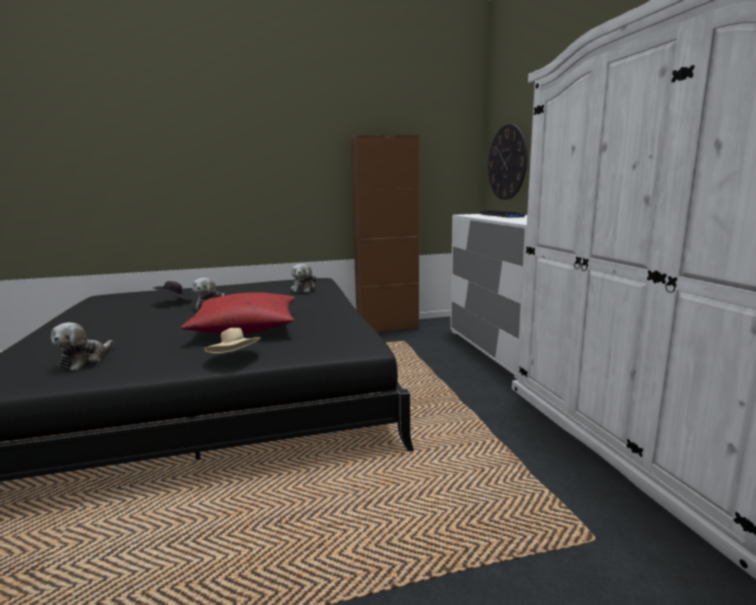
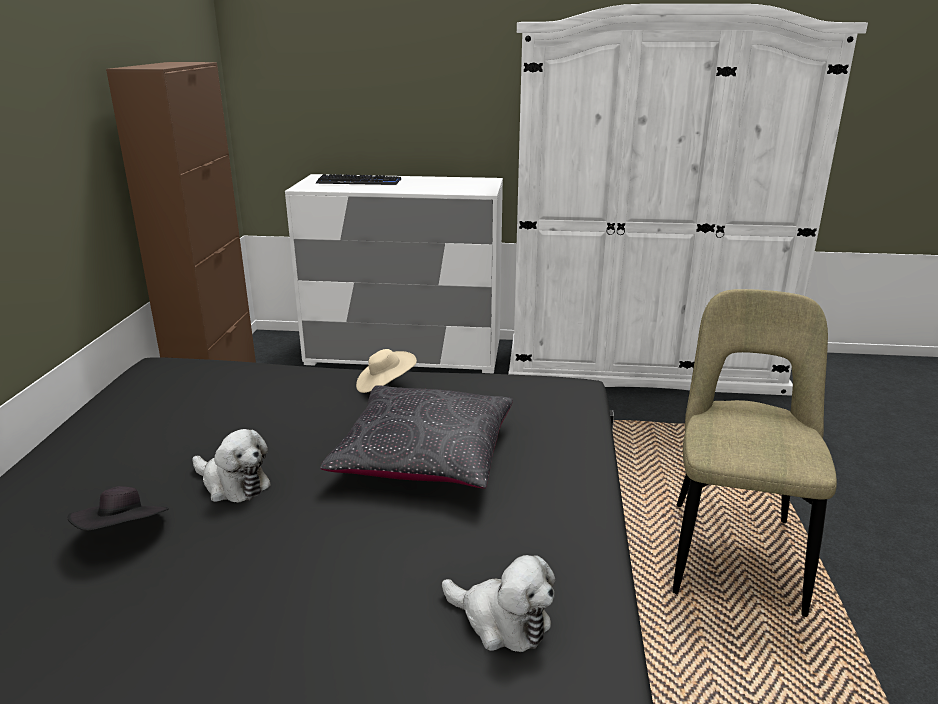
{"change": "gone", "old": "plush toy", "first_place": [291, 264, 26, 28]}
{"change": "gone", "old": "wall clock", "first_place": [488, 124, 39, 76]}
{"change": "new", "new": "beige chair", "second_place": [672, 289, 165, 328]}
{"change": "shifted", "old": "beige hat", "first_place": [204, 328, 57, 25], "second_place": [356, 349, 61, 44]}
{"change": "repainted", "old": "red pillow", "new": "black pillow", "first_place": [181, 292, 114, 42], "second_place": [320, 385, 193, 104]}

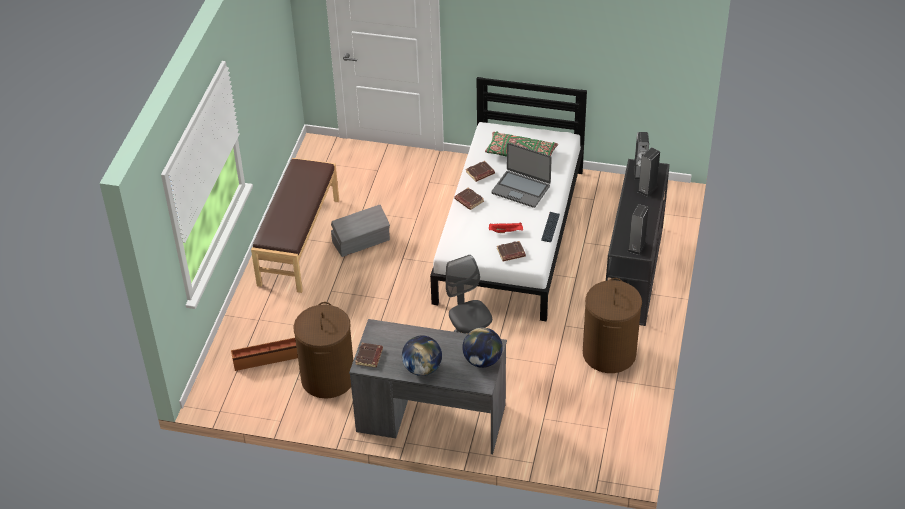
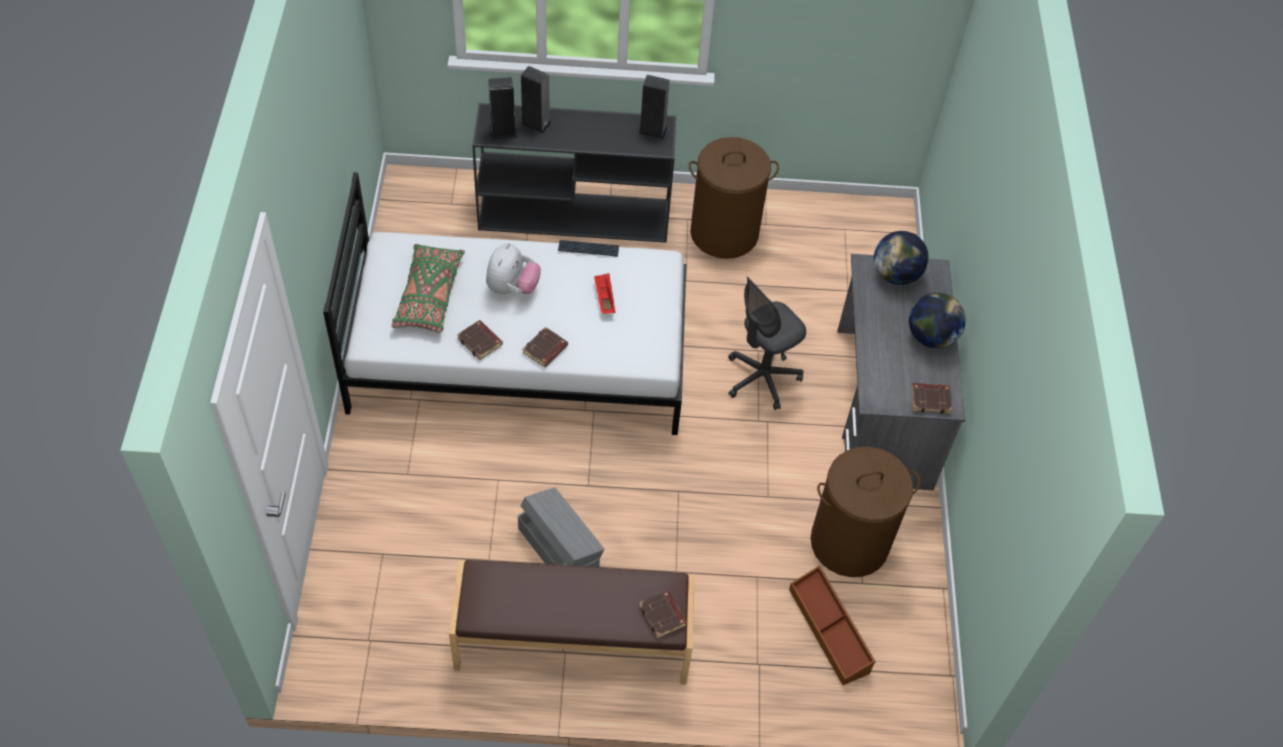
{"change": "shifted", "old": "brown book", "first_place": [497, 241, 29, 21], "second_place": [639, 590, 48, 49]}
{"change": "swapped", "old": "laptop", "new": "plush toy", "first_place": [491, 143, 61, 65], "second_place": [486, 243, 55, 51]}

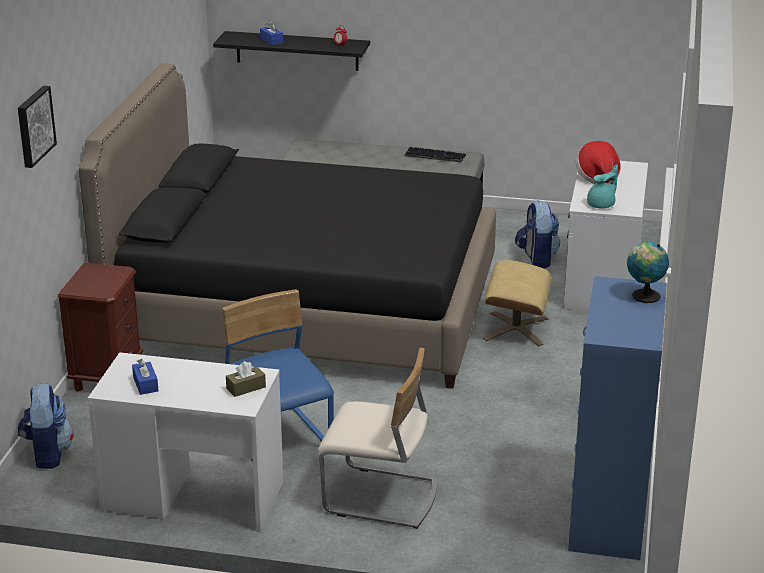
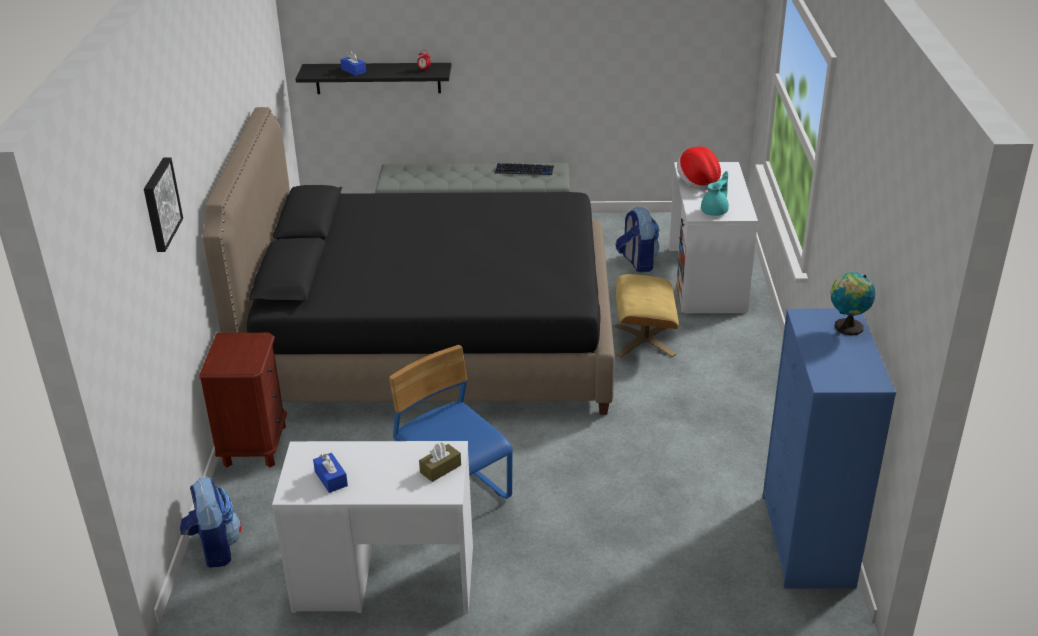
{"change": "gone", "old": "beige chair", "first_place": [317, 348, 121, 181]}

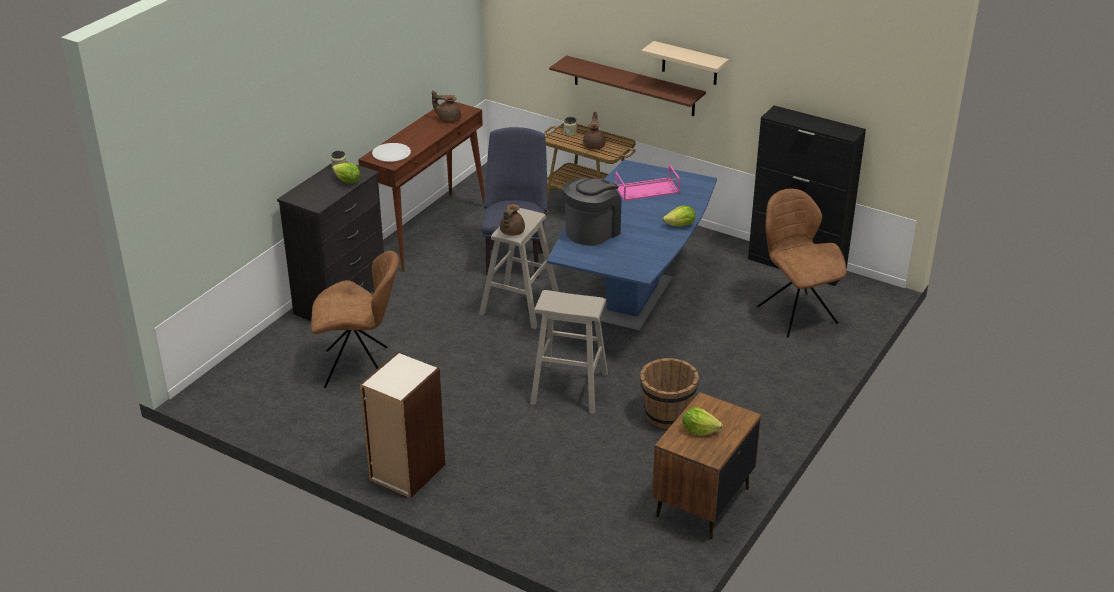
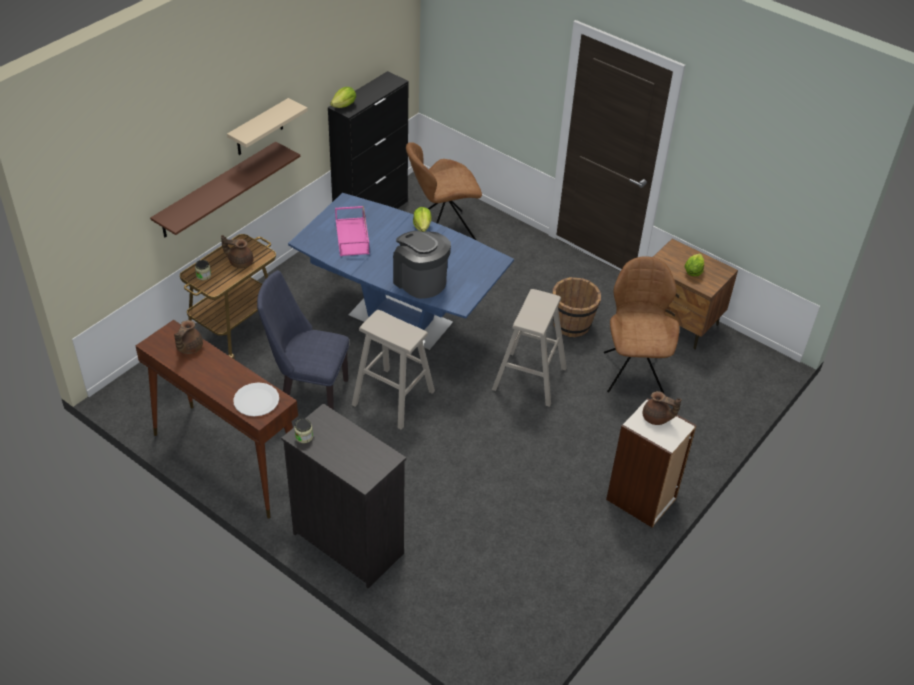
{"change": "shifted", "old": "brown chair", "first_place": [311, 251, 88, 137], "second_place": [604, 256, 75, 138]}
{"change": "shifted", "old": "lettuce", "first_place": [332, 162, 29, 22], "second_place": [330, 87, 26, 21]}
{"change": "shifted", "old": "brown teapot", "first_place": [500, 204, 25, 32], "second_place": [643, 391, 39, 34]}

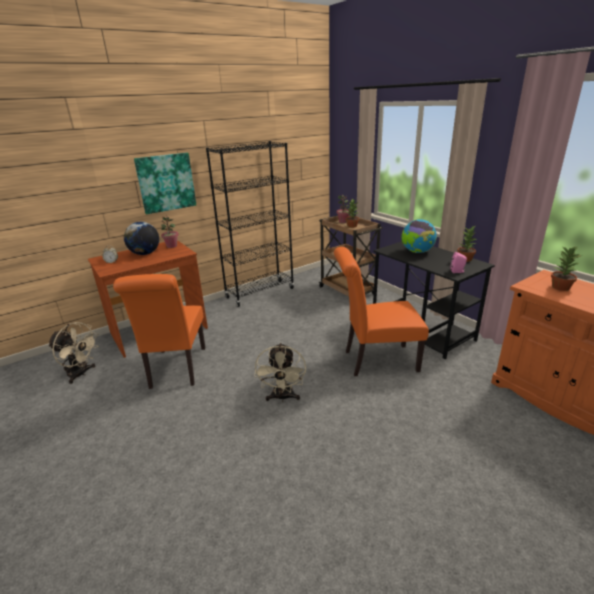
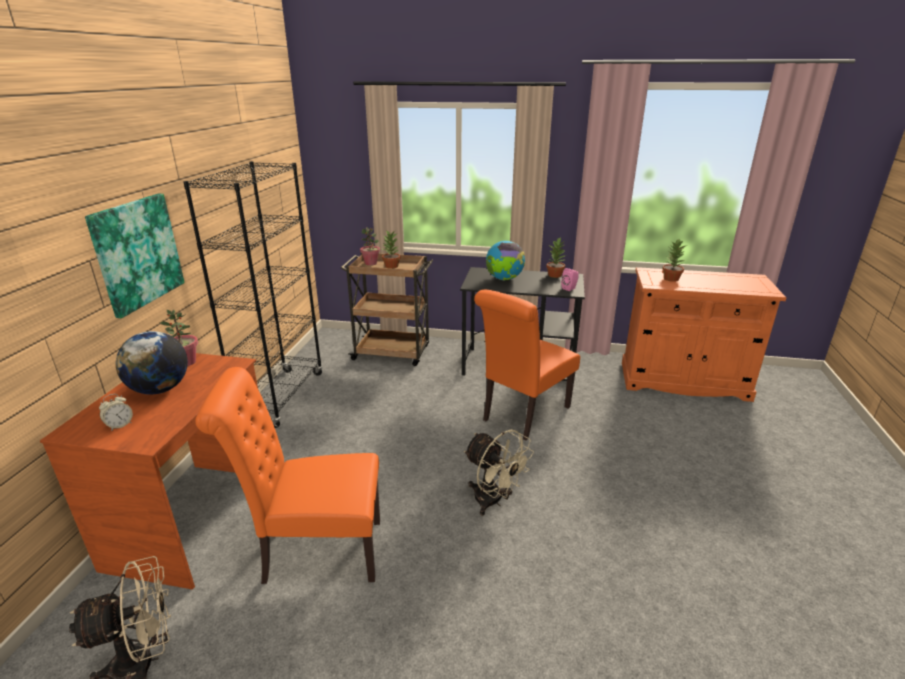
{"change": "rotated", "old": "orange chair", "first_place": [113, 274, 92, 115], "second_place": [195, 367, 185, 217], "degrees": 135}

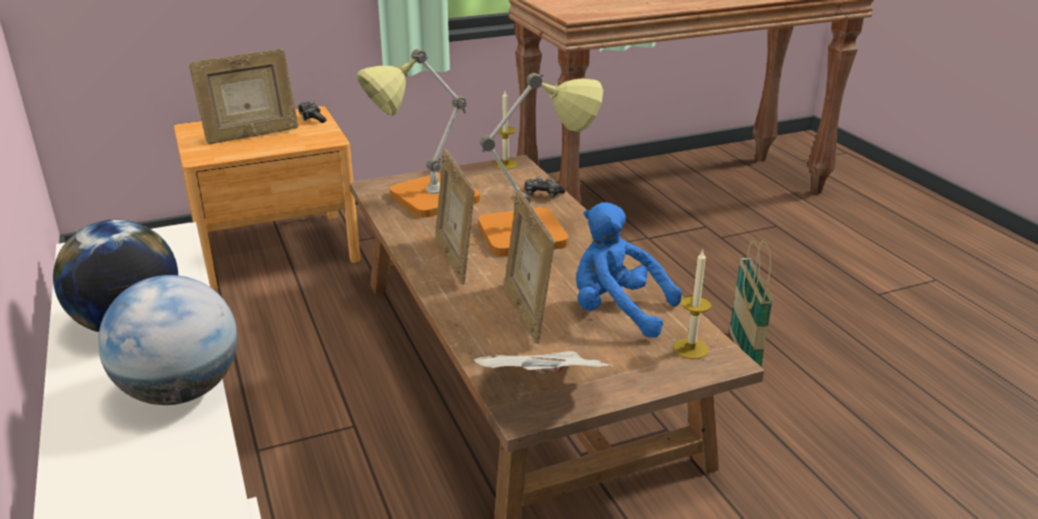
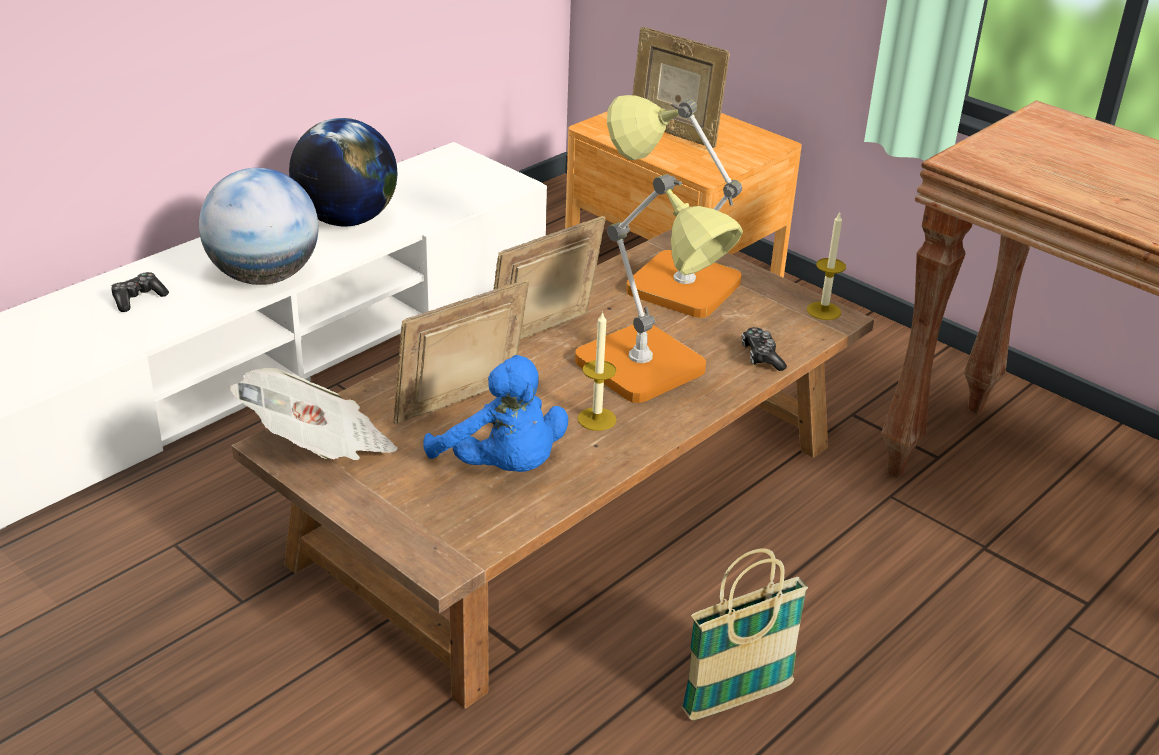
{"change": "shifted", "old": "game controller", "first_place": [298, 102, 29, 21], "second_place": [111, 272, 58, 40]}
{"change": "shifted", "old": "candle", "first_place": [673, 249, 39, 110], "second_place": [578, 311, 38, 120]}
{"change": "rotated", "old": "blue plush toy", "first_place": [576, 202, 106, 136], "second_place": [424, 355, 144, 117], "degrees": 135}

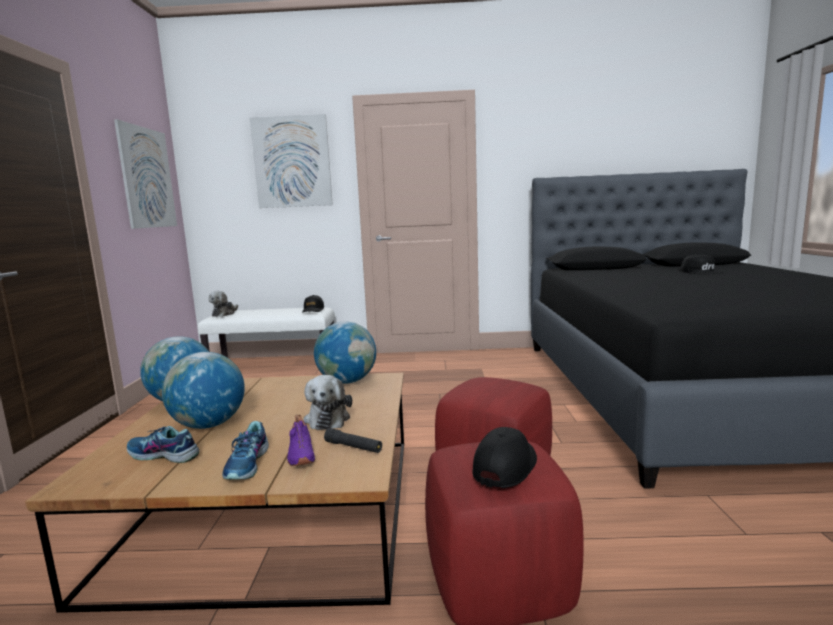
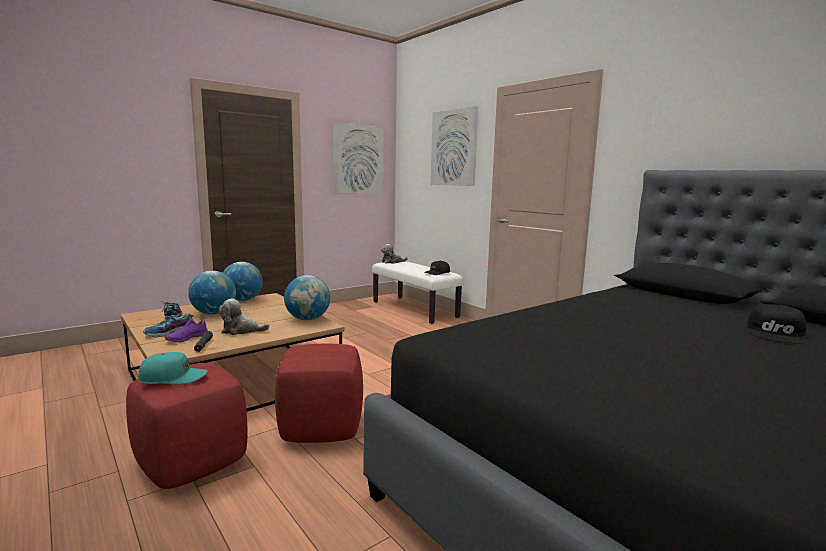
{"change": "repainted", "old": "black cap", "new": "turquoise cap", "first_place": [472, 427, 65, 61], "second_place": [139, 352, 69, 33]}
{"change": "rotated", "old": "plush toy", "first_place": [303, 375, 49, 55], "second_place": [219, 299, 51, 36], "degrees": 45}

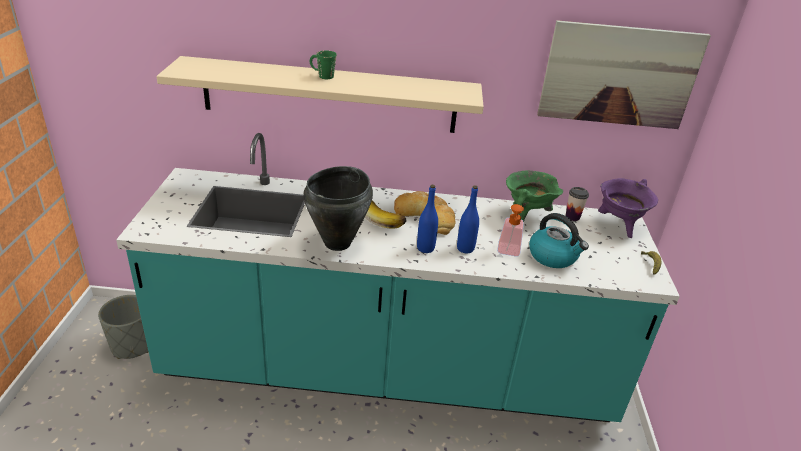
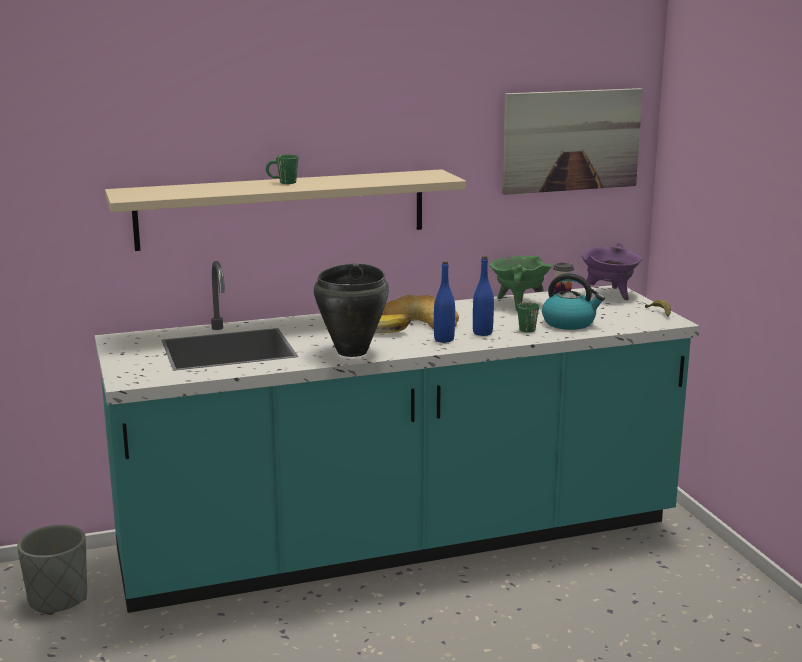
{"change": "swapped", "old": "soap dispenser", "new": "green mug", "first_place": [497, 204, 27, 53], "second_place": [517, 302, 22, 30]}

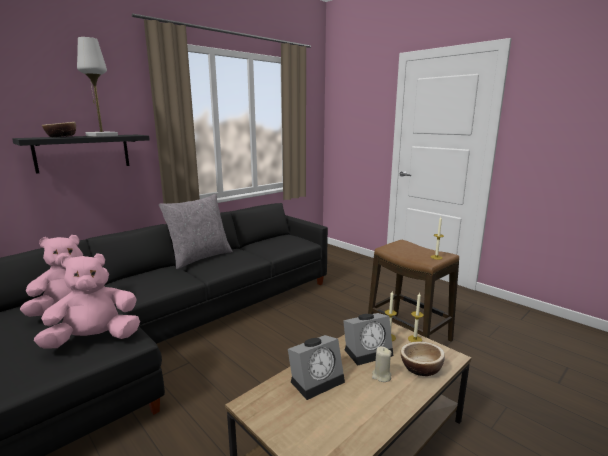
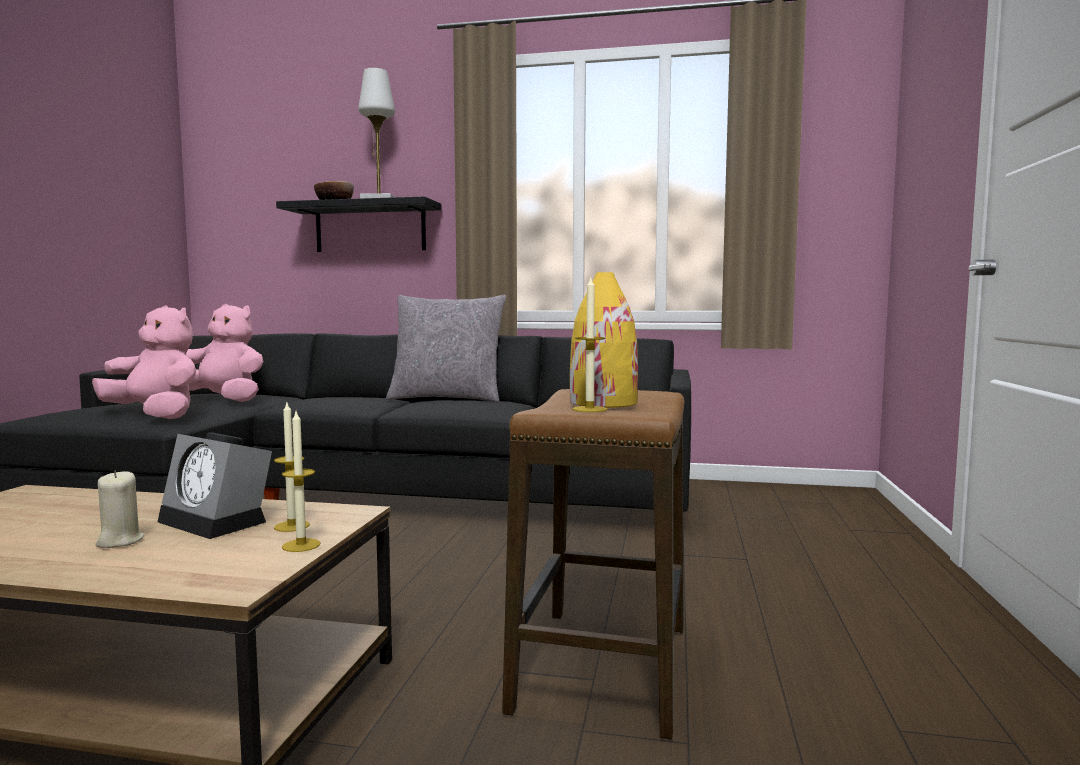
{"change": "gone", "old": "alarm clock", "first_place": [288, 335, 57, 65]}
{"change": "gone", "old": "bowl", "first_place": [401, 341, 44, 35]}
{"change": "new", "new": "yellow vase", "second_place": [570, 272, 68, 136]}

